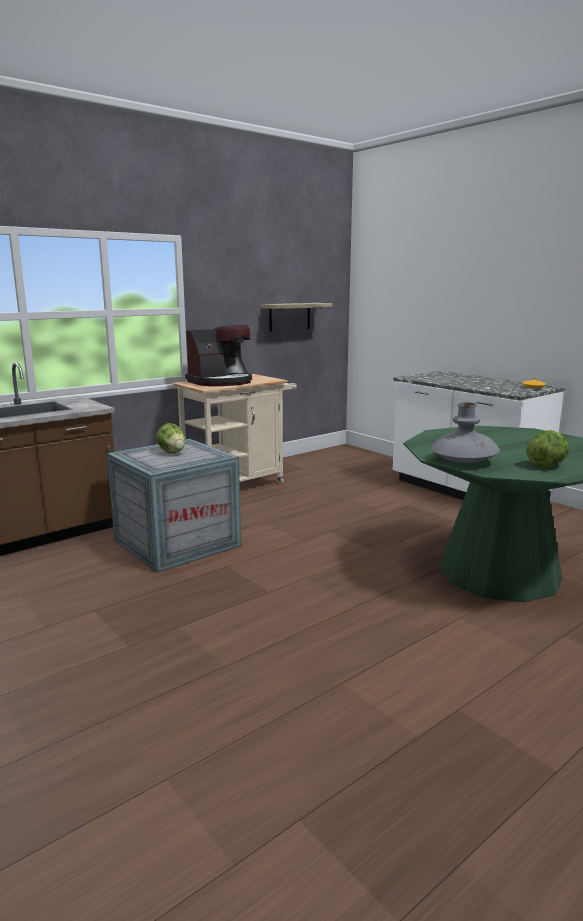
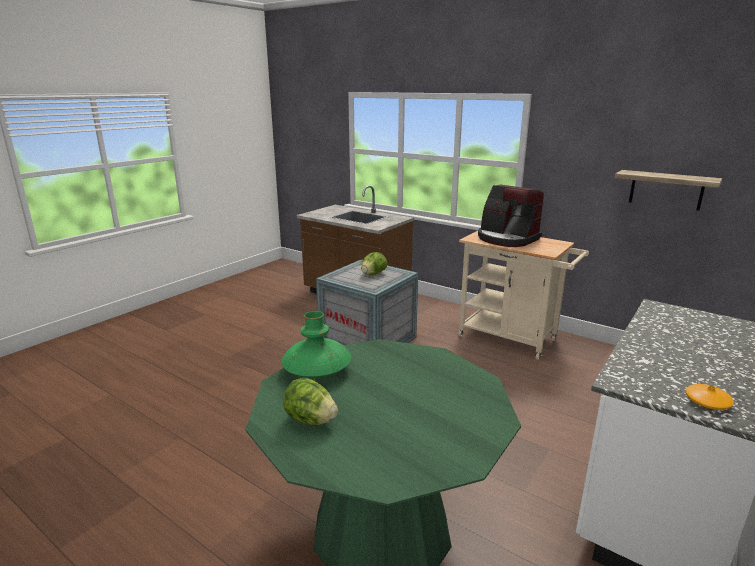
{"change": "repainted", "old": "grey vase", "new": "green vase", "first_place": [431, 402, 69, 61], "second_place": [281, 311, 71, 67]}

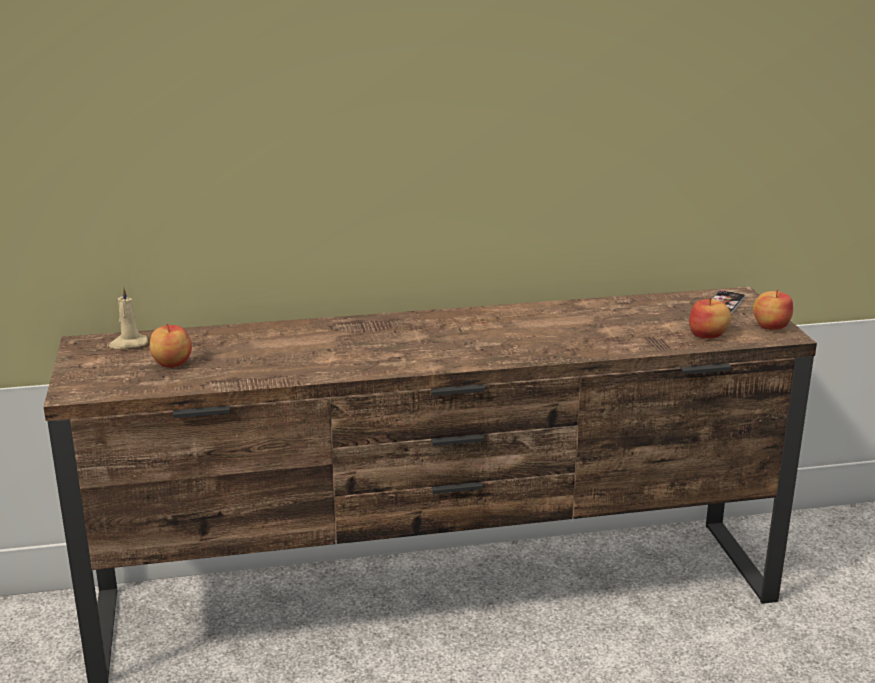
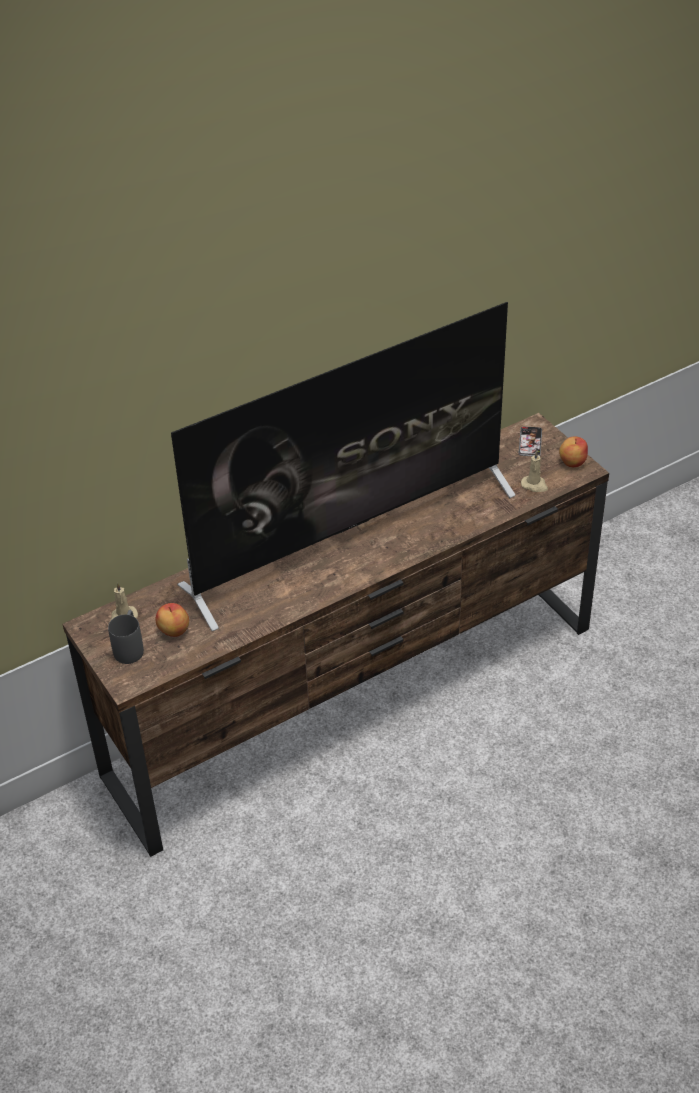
{"change": "new", "new": "grey mug", "second_place": [108, 610, 36, 54]}
{"change": "new", "new": "television", "second_place": [171, 302, 345, 330]}
{"change": "swapped", "old": "apple", "new": "beige candle", "first_place": [689, 298, 42, 41], "second_place": [521, 451, 27, 41]}

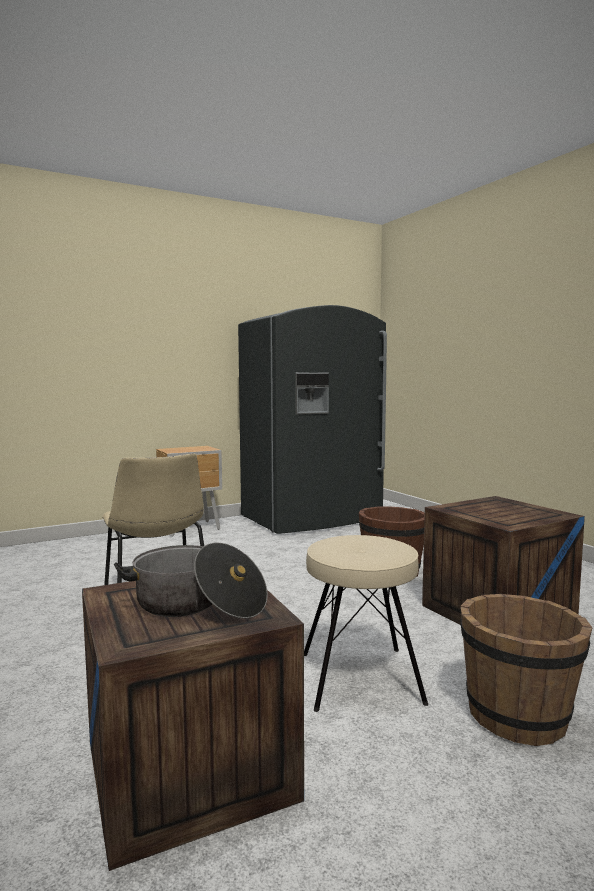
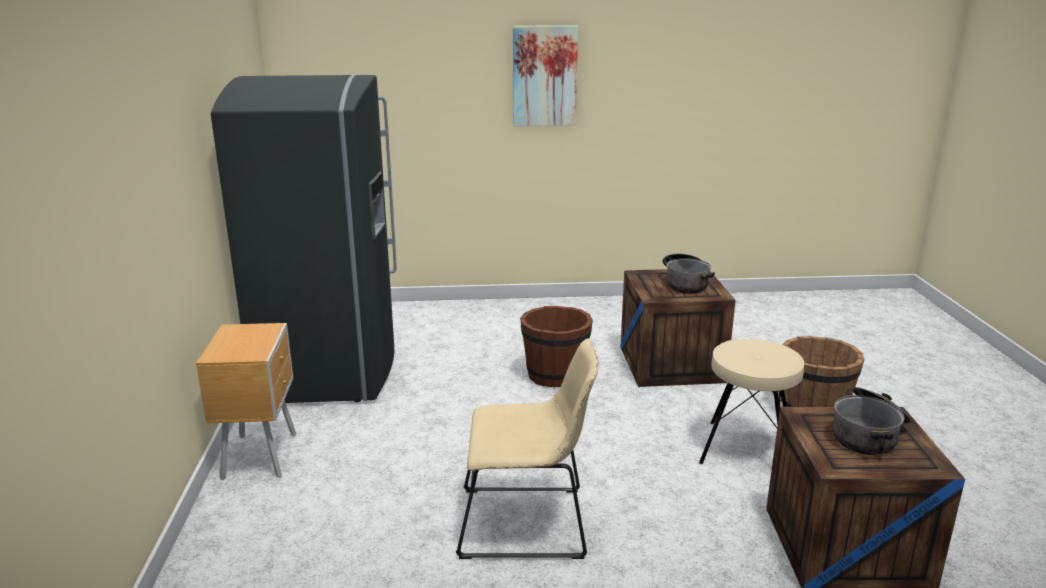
{"change": "new", "new": "picture", "second_place": [513, 25, 65, 101]}
{"change": "new", "new": "cooking pot", "second_place": [663, 254, 52, 40]}

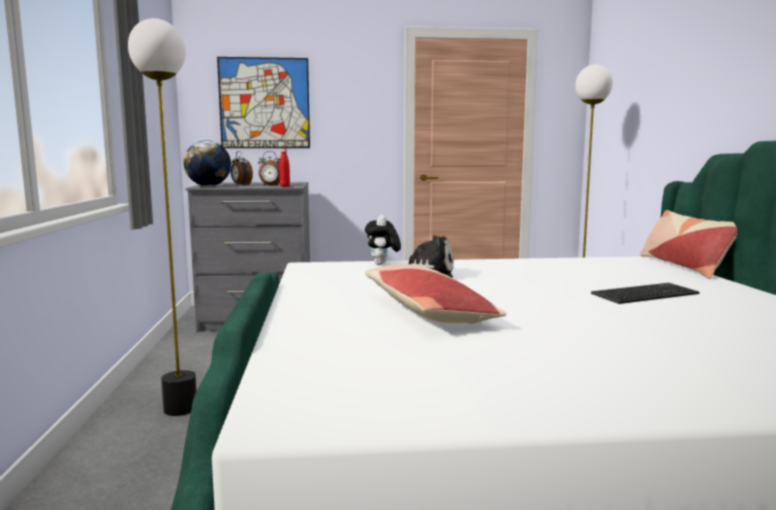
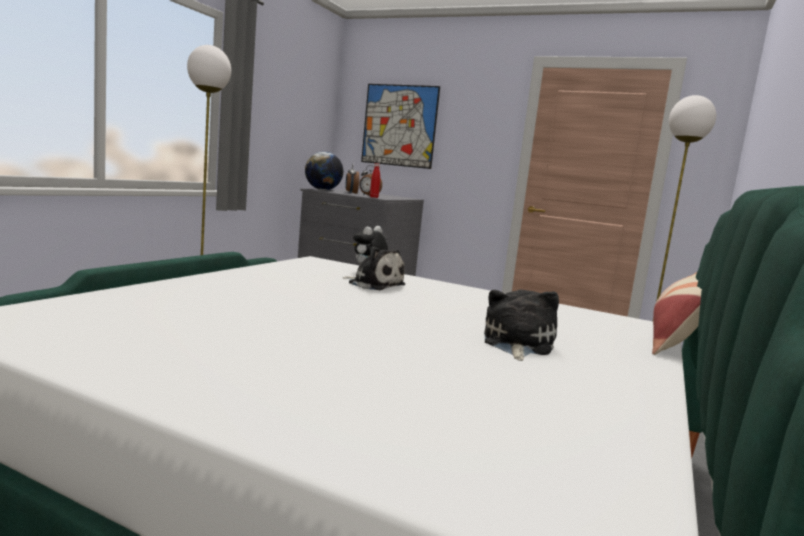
{"change": "gone", "old": "pillow", "first_place": [365, 264, 142, 60]}
{"change": "swapped", "old": "keyboard", "new": "plush toy", "first_place": [591, 283, 108, 21], "second_place": [484, 289, 75, 72]}

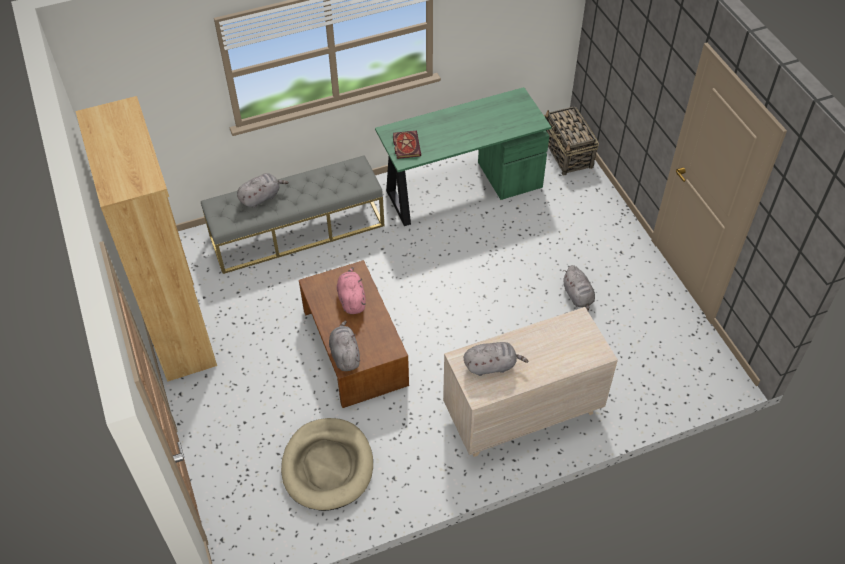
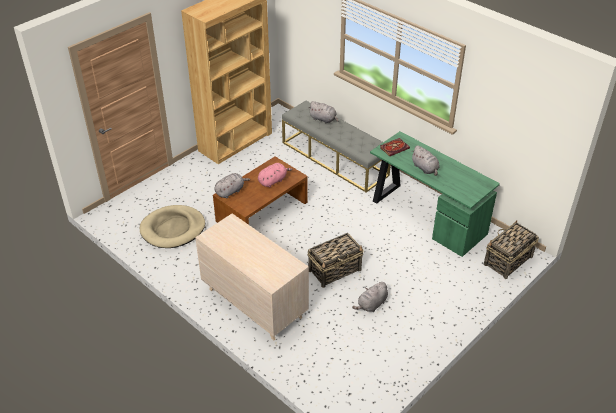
{"change": "new", "new": "basket", "second_place": [307, 233, 57, 55]}
{"change": "shifted", "old": "grey plush toy", "first_place": [464, 342, 65, 34], "second_place": [411, 145, 29, 31]}

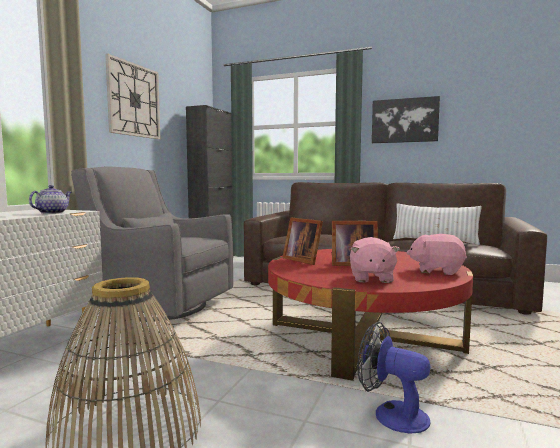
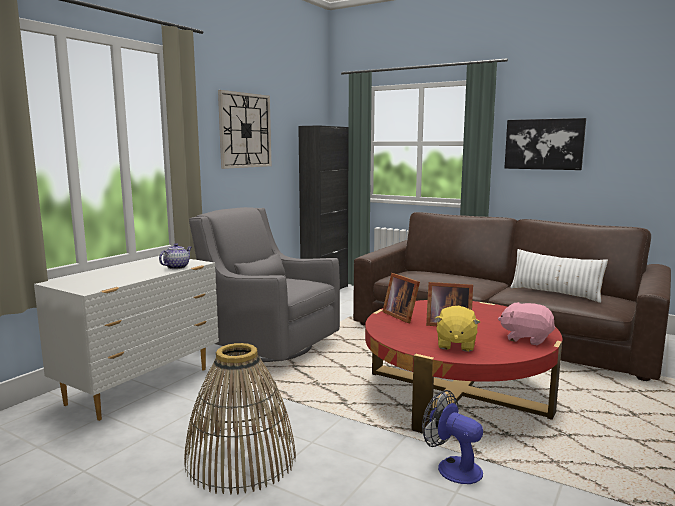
{"change": "repainted", "old": "pink plush toy", "new": "yellow plush toy", "first_place": [350, 237, 50, 46], "second_place": [435, 306, 45, 46]}

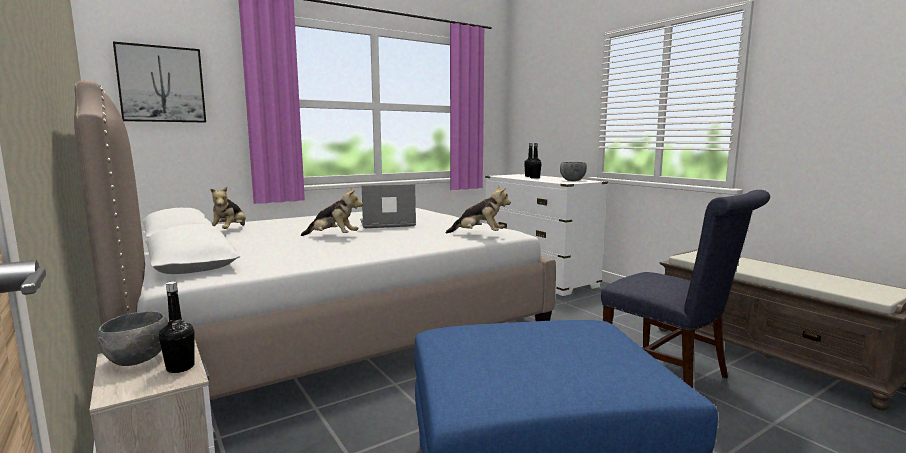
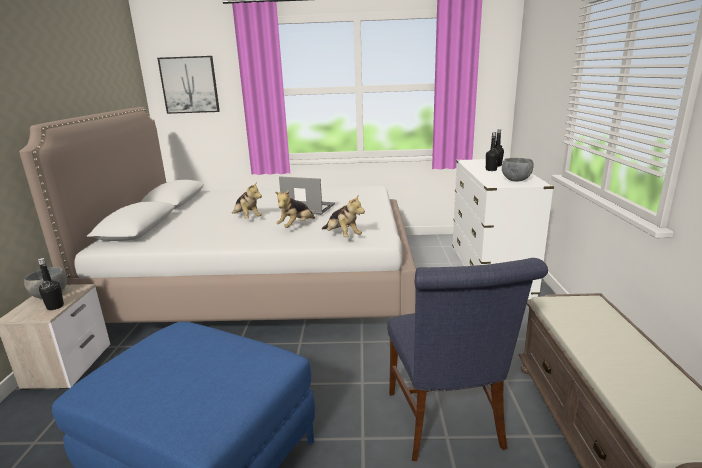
{"change": "shifted", "old": "plush toy", "first_place": [211, 187, 35, 42], "second_place": [275, 190, 40, 38]}

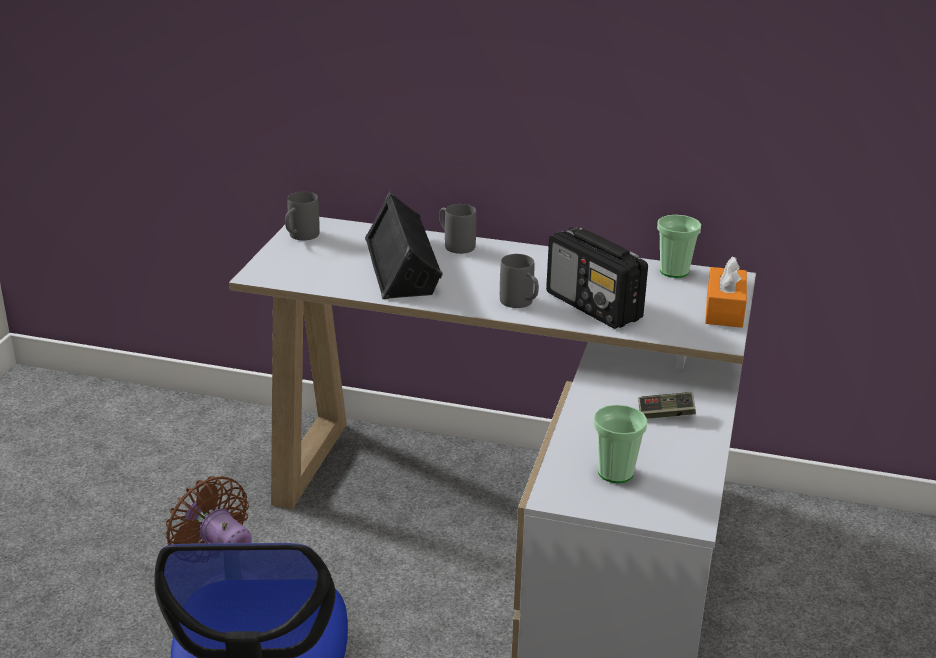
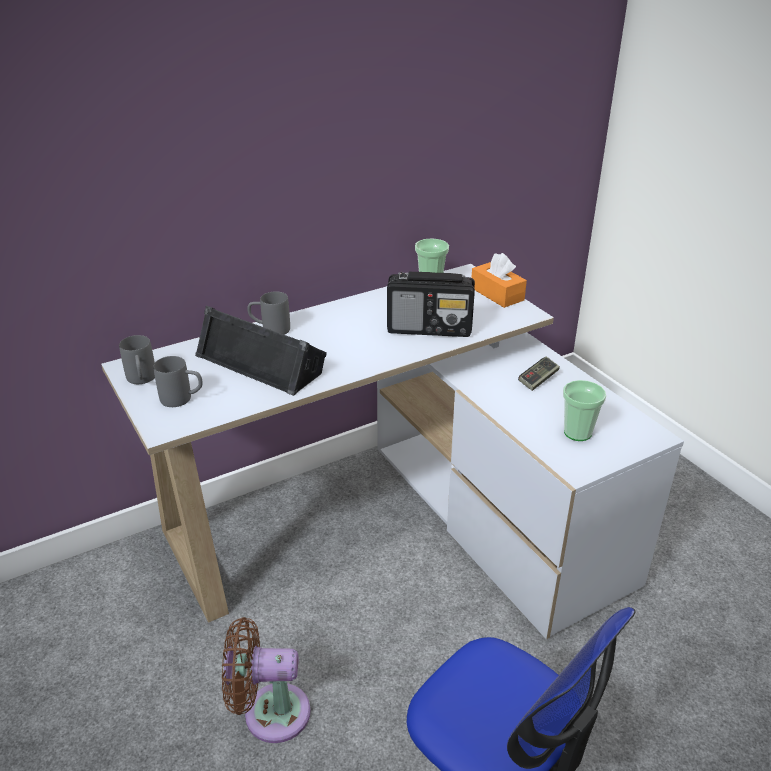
{"change": "shifted", "old": "grey mug", "first_place": [500, 254, 39, 54], "second_place": [153, 356, 50, 51]}

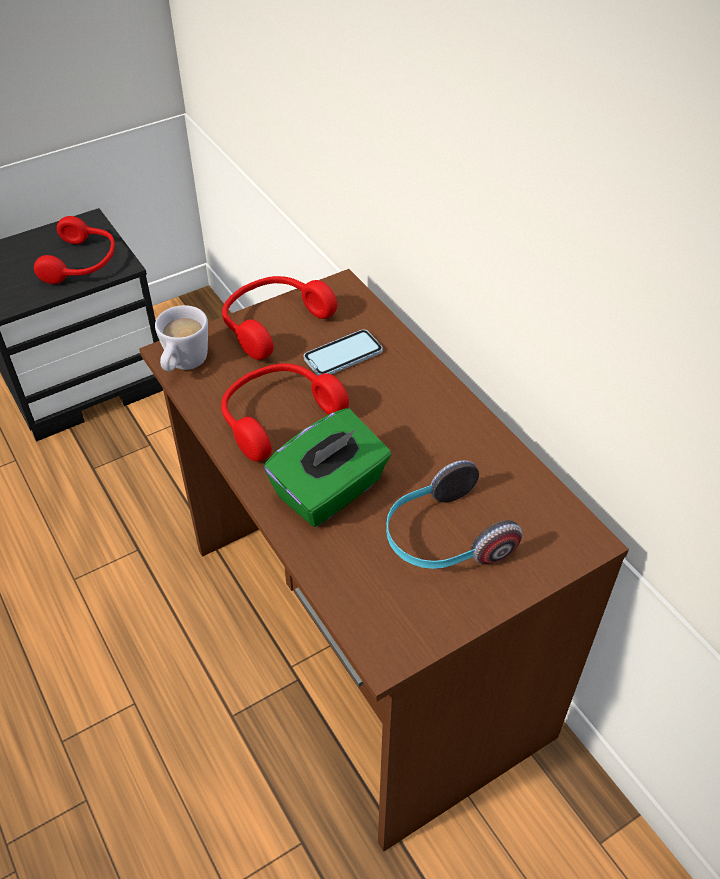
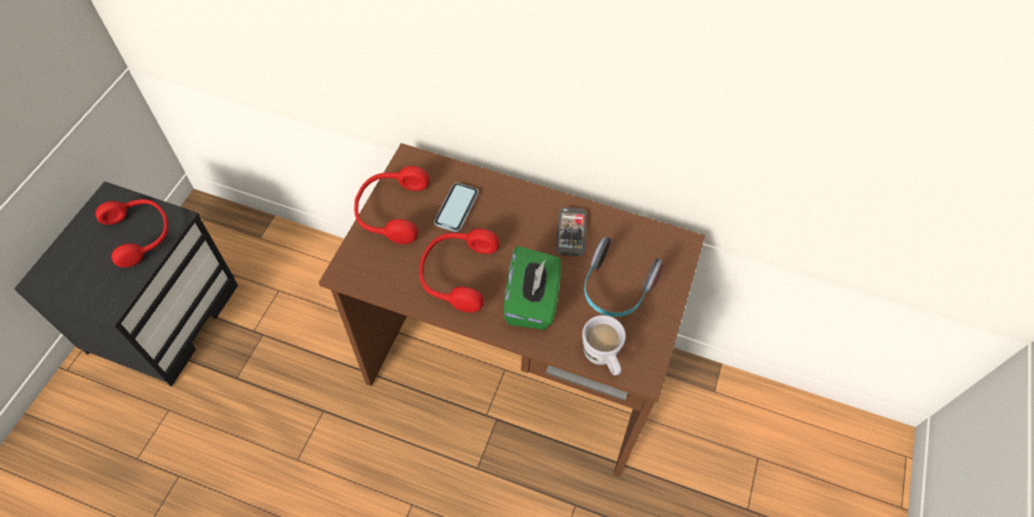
{"change": "new", "new": "phone", "second_place": [556, 207, 31, 49]}
{"change": "shifted", "old": "white mug", "first_place": [155, 305, 53, 66], "second_place": [582, 315, 44, 60]}

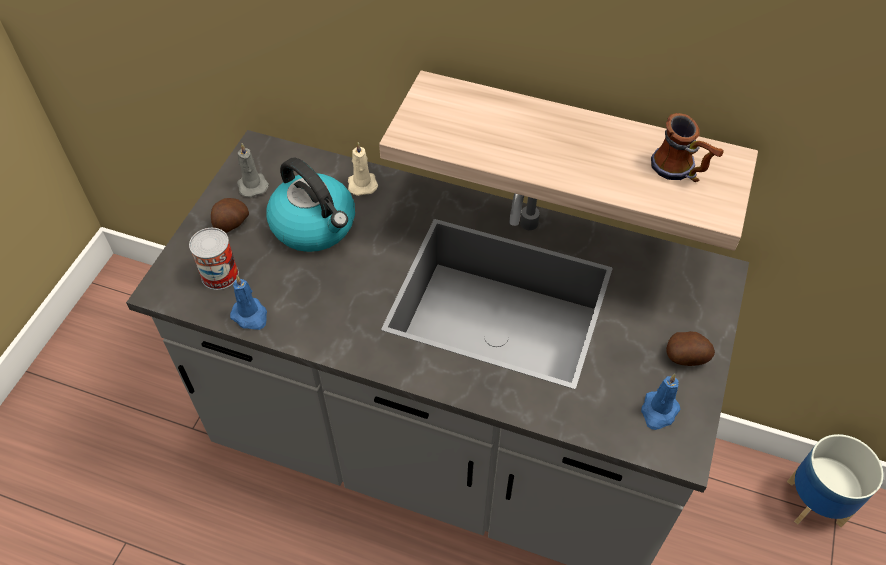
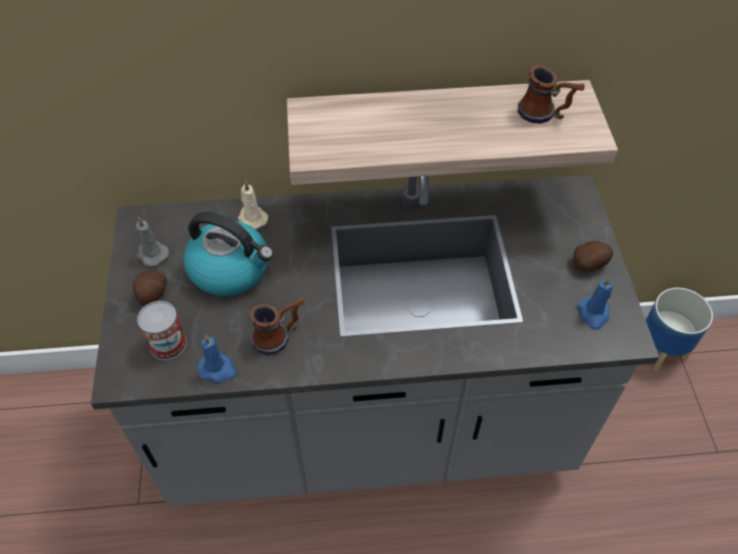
{"change": "new", "new": "mug", "second_place": [249, 298, 55, 57]}

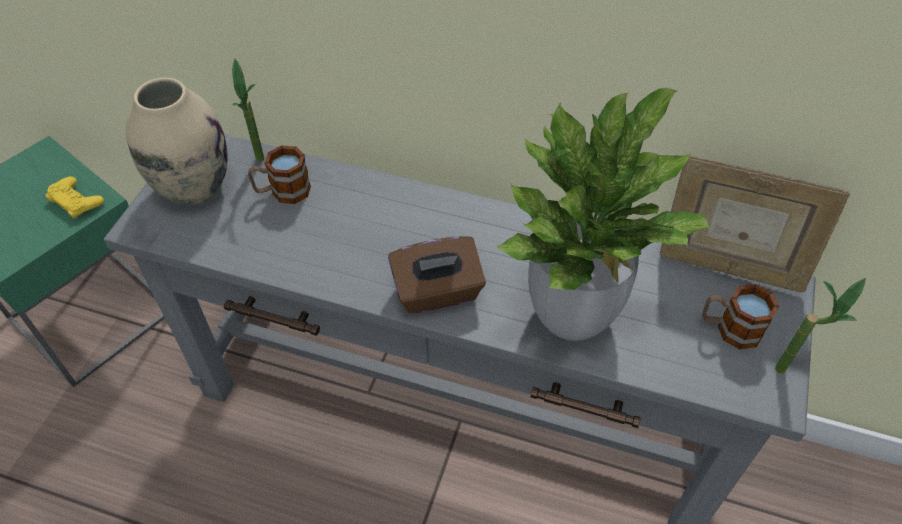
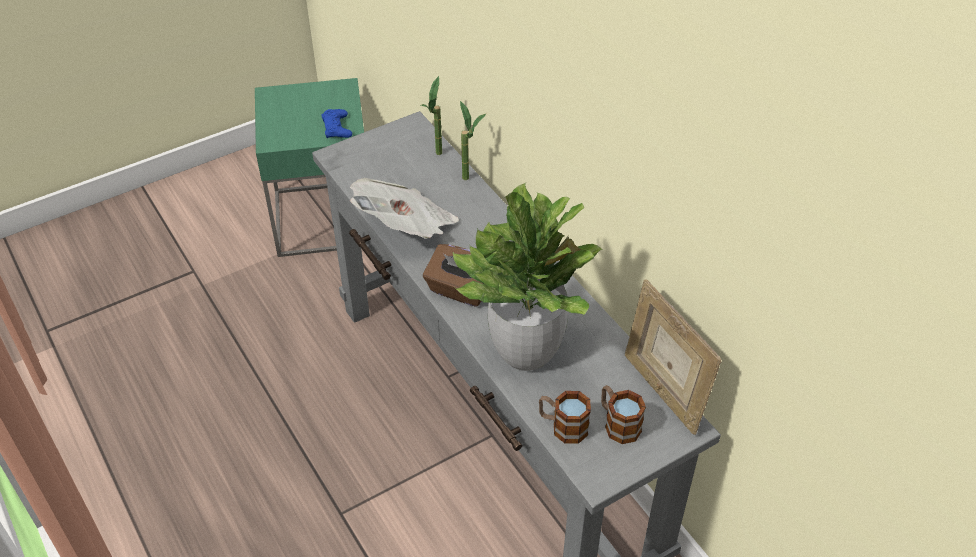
{"change": "gone", "old": "beige vase", "first_place": [126, 78, 102, 127]}
{"change": "new", "new": "newspaper", "second_place": [350, 178, 109, 61]}
{"change": "shifted", "old": "mug", "first_place": [248, 146, 63, 58], "second_place": [539, 391, 52, 53]}
{"change": "shifted", "old": "potted plant", "first_place": [775, 278, 91, 96], "second_place": [460, 101, 26, 79]}
{"change": "repainted", "old": "yellow game controller", "new": "blue game controller", "first_place": [45, 176, 59, 43], "second_place": [321, 109, 31, 29]}

